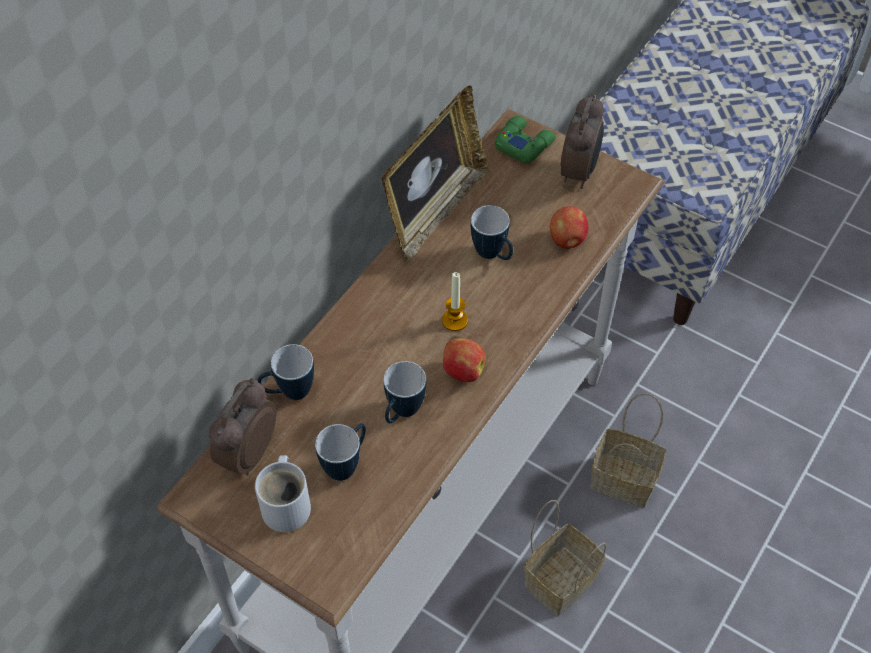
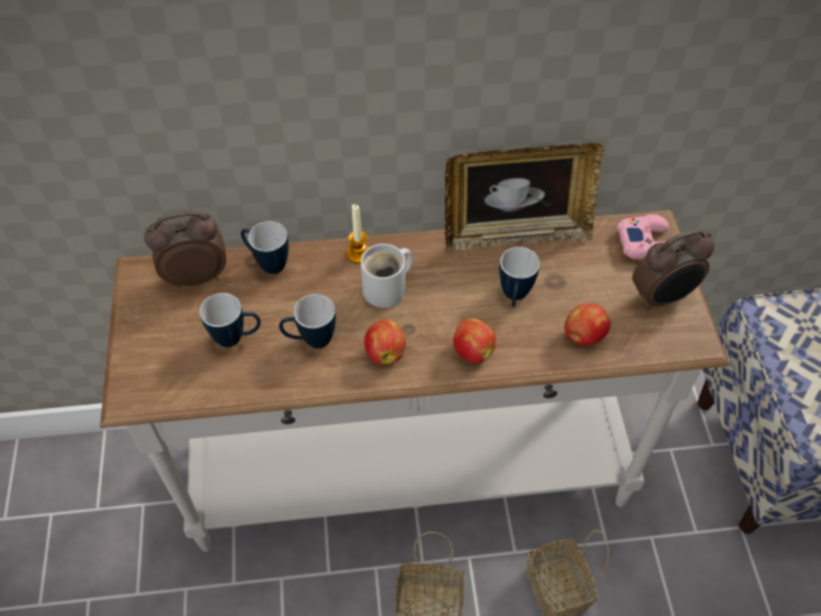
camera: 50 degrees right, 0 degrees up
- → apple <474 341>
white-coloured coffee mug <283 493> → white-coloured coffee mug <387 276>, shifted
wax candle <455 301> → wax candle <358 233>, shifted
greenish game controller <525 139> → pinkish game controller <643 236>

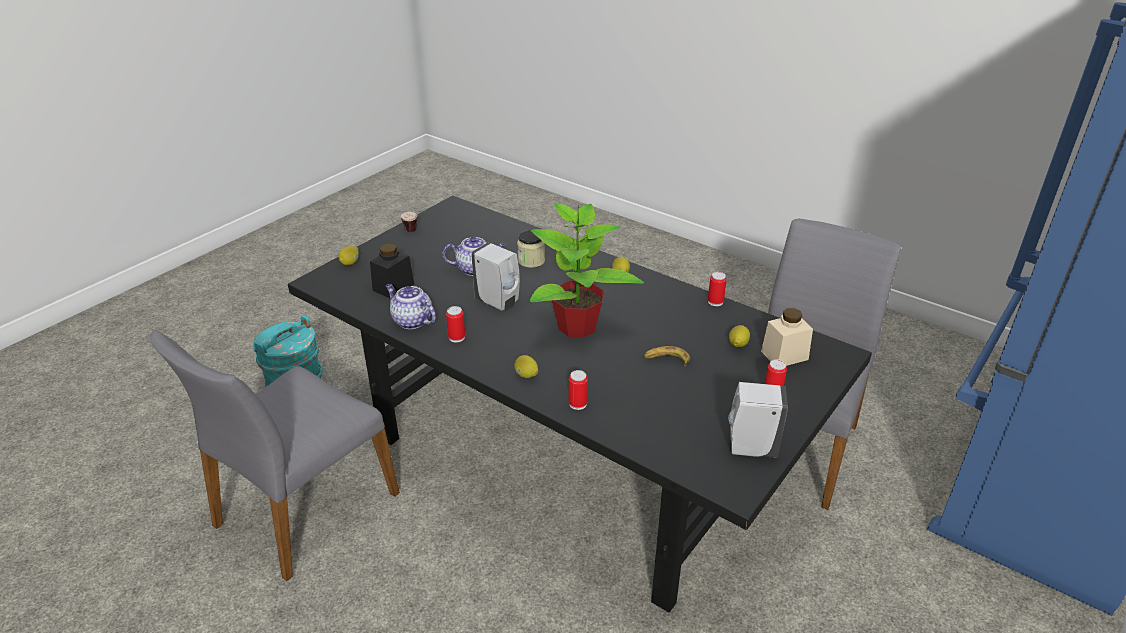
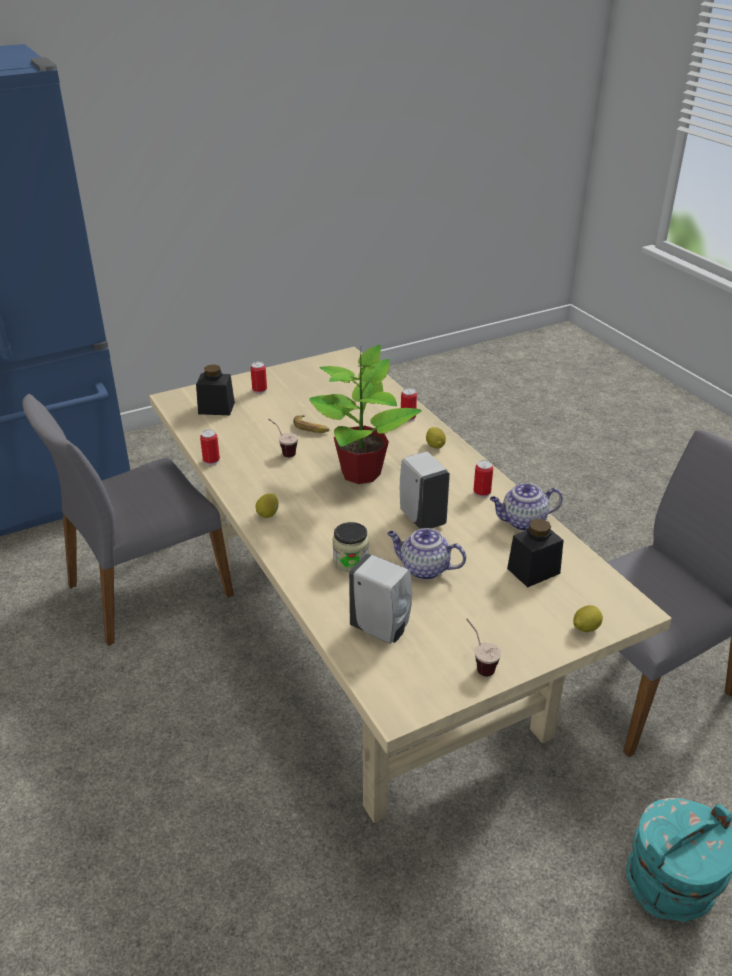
camera: 155 degrees left, 0 degrees up
whole lemon <739 336> → -
- → drinking cup <283 438>
white-coloured soap dispenser <758 420> → white-coloured soap dispenser <380 598>, shifted
blackish dinner table <580 404> → sand-coloured dinner table <410 585>
sand-coloured storage jar <787 337> → blackish storage jar <215 389>
teapot <410 306> → teapot <526 507>, 105 degrees clockwise

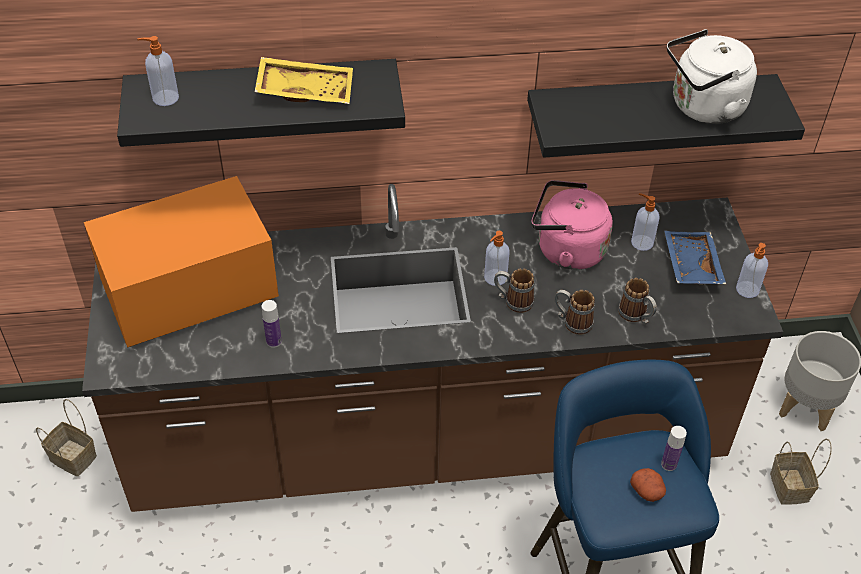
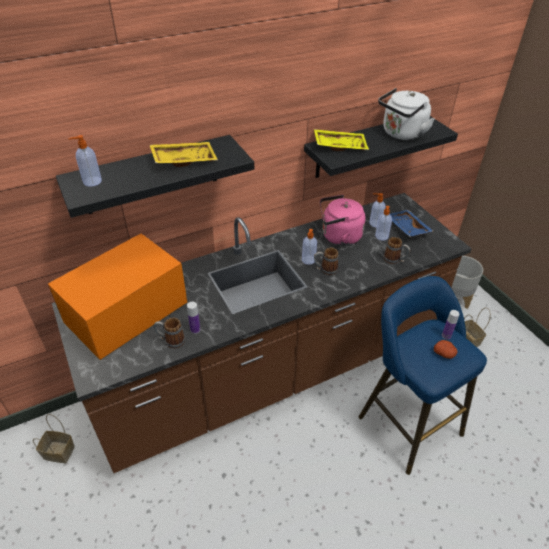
camera: 20 degrees left, 5 degrees down
- → yellow-coloured tray <341 140>
coffee mug <575 312> → coffee mug <169 333>, shifted
soap dispenser <752 270> → soap dispenser <383 223>, shifted

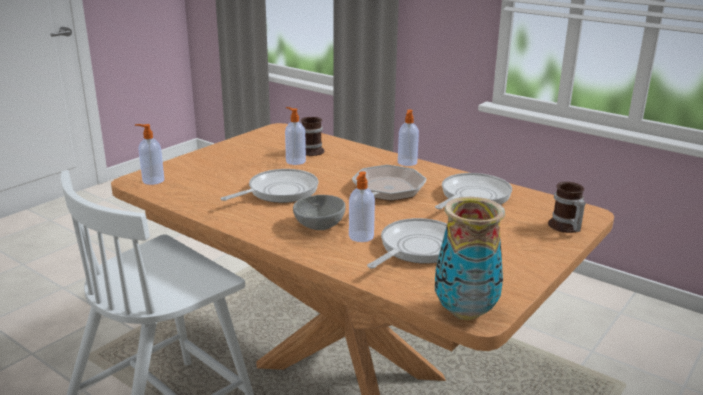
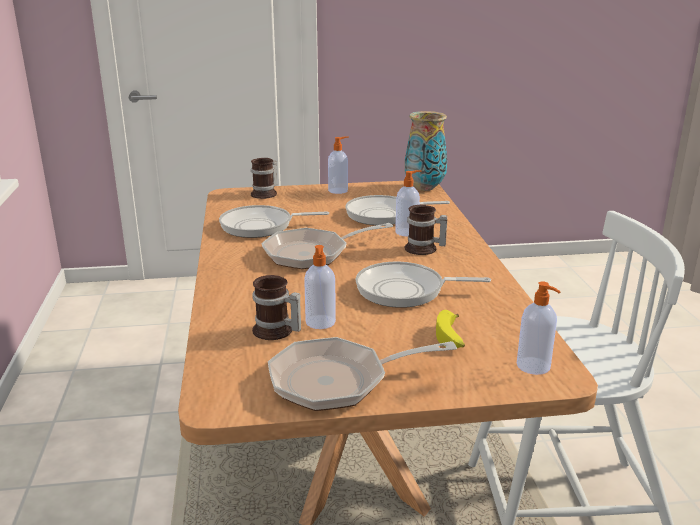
camera: 135 degrees left, 0 degrees up
- → skillet <362 374>
- → banana fruit <450 329>
soap dispenser <408 138> → soap dispenser <338 165>, shifted
grey serving bowl <319 212> → coffee mug <426 230>

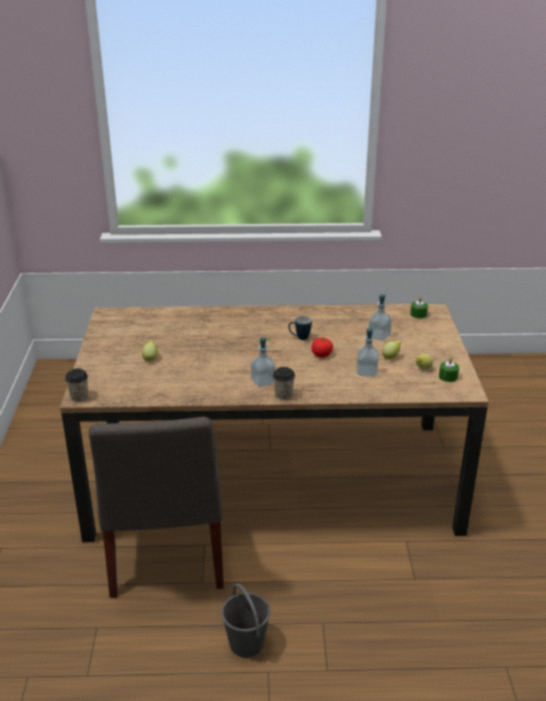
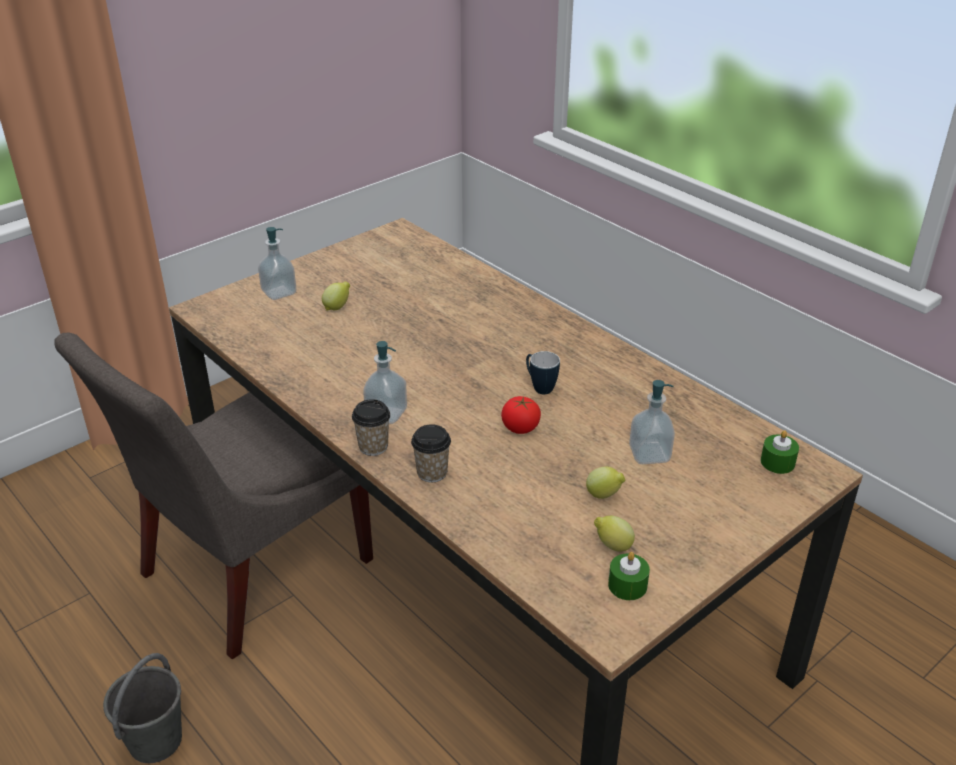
camera: 50 degrees right, 5 degrees up
drinking cup <76 385> → drinking cup <431 453>, shifted
soap dispenser <367 352> → soap dispenser <277 263>, shifted

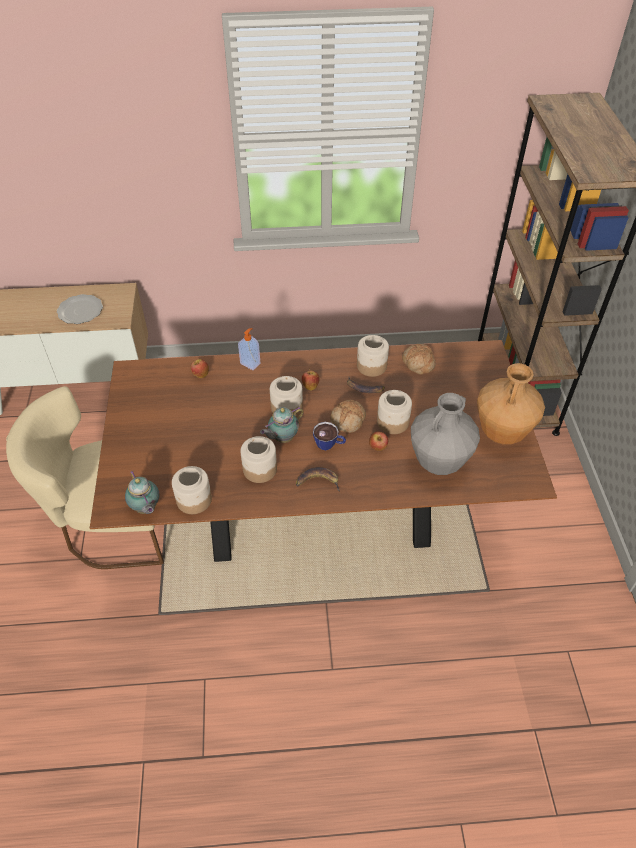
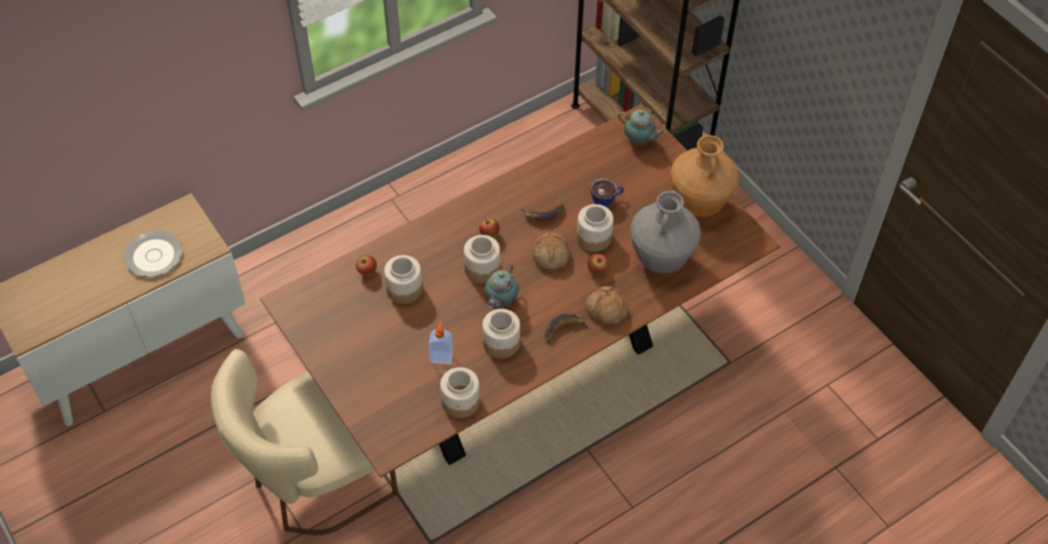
camera: 30 degrees left, 5 degrees up
teapot <142 492> → teapot <641 127>, shifted
soap dispenser <249 349> → soap dispenser <441 343>, shifted
drinking cup <329 436> → drinking cup <607 192>, shifted
storage jar <373 356> → storage jar <403 279>, shifted
baked bread <419 359> → baked bread <606 305>, shifted

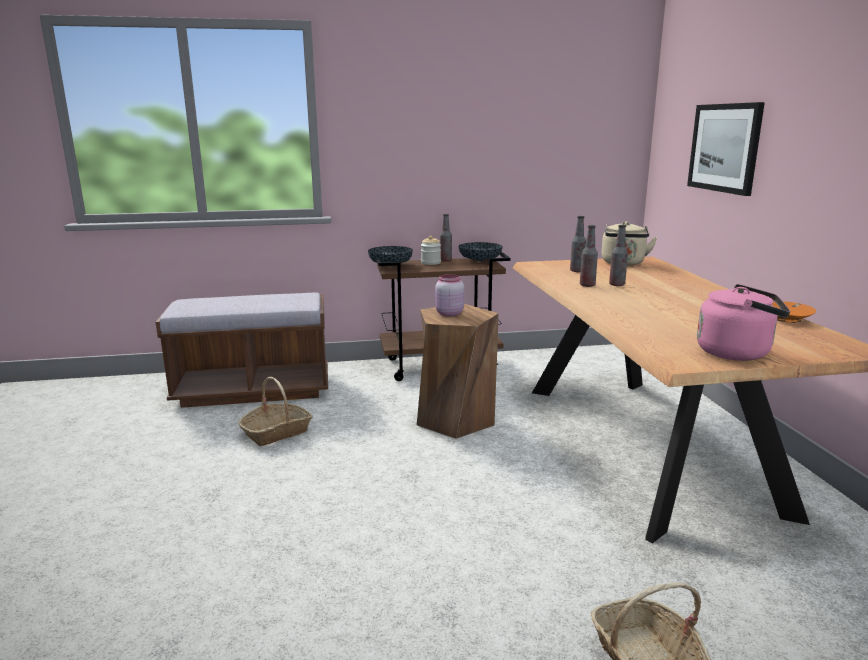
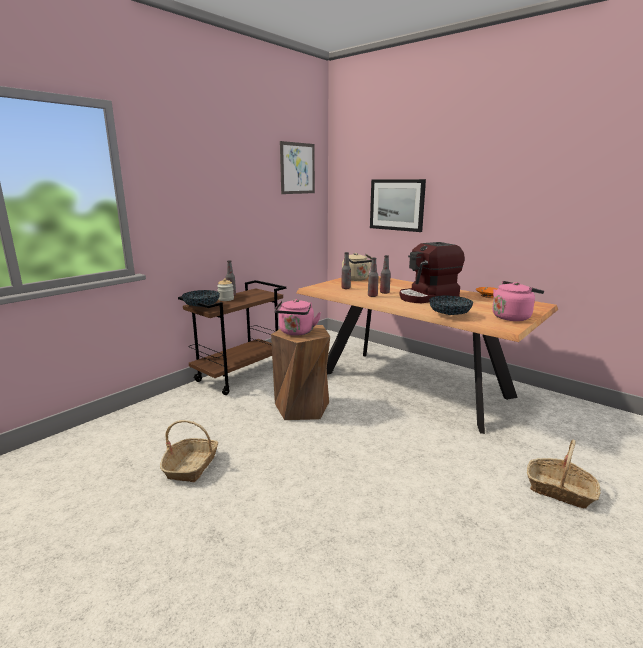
camera: 40 degrees left, 0 degrees up
brownish bench <242 350> → -
- → wall picture <297 167>
- → coffee brewer <432 272>
serving bowl <481 251> → serving bowl <451 305>, shifted
pinkish storage jar <449 295> → pinkish tea kettle <298 317>

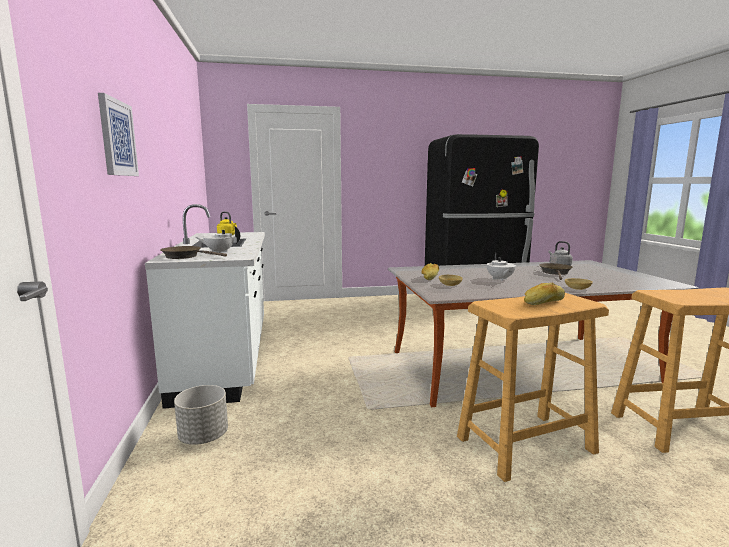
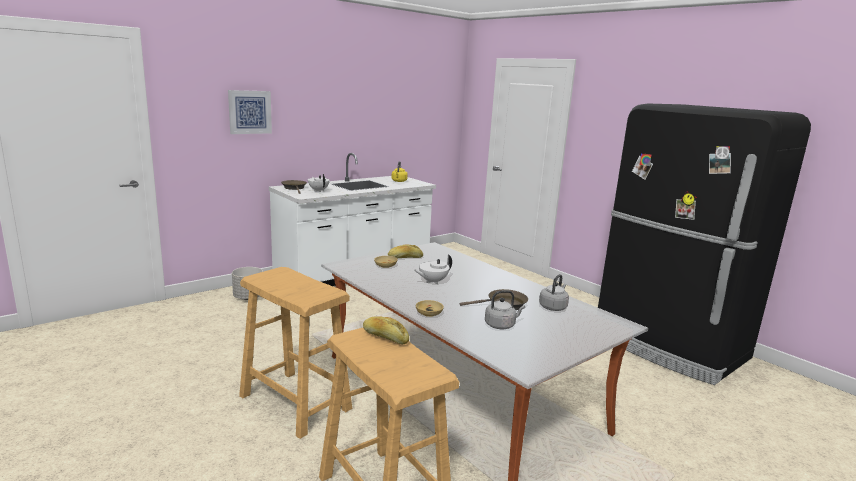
camera: 60 degrees right, 5 degrees up
- → grey tea kettle <505 309>
baked bread <544 293> → baked bread <386 330>, shifted

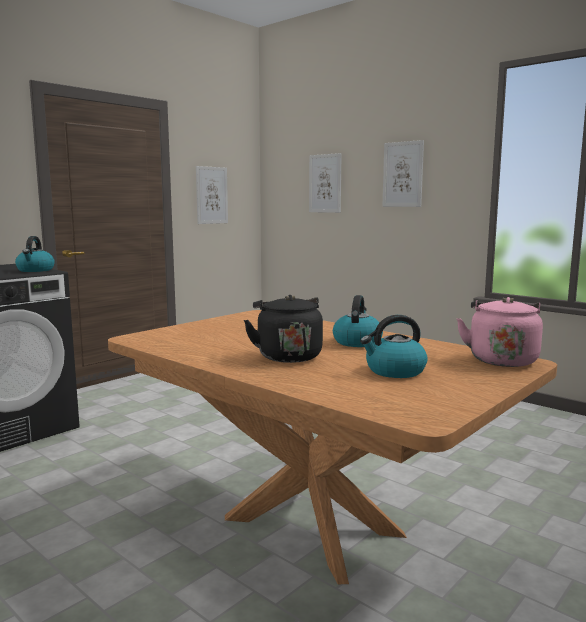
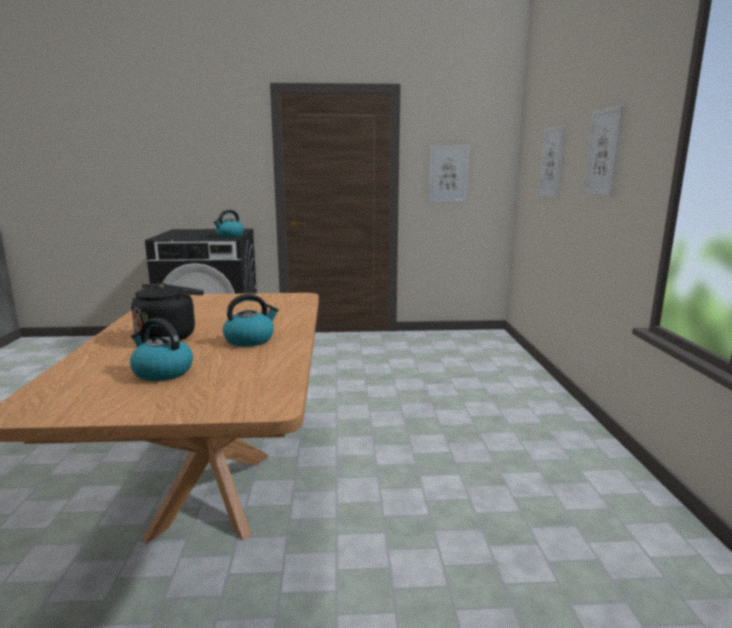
camera: 45 degrees right, 5 degrees up
pinkish tea kettle <499 332> → -

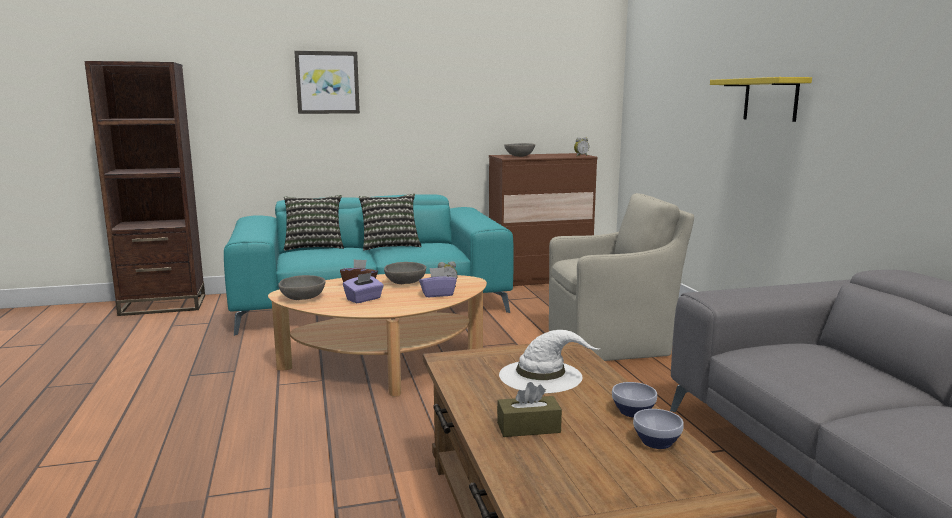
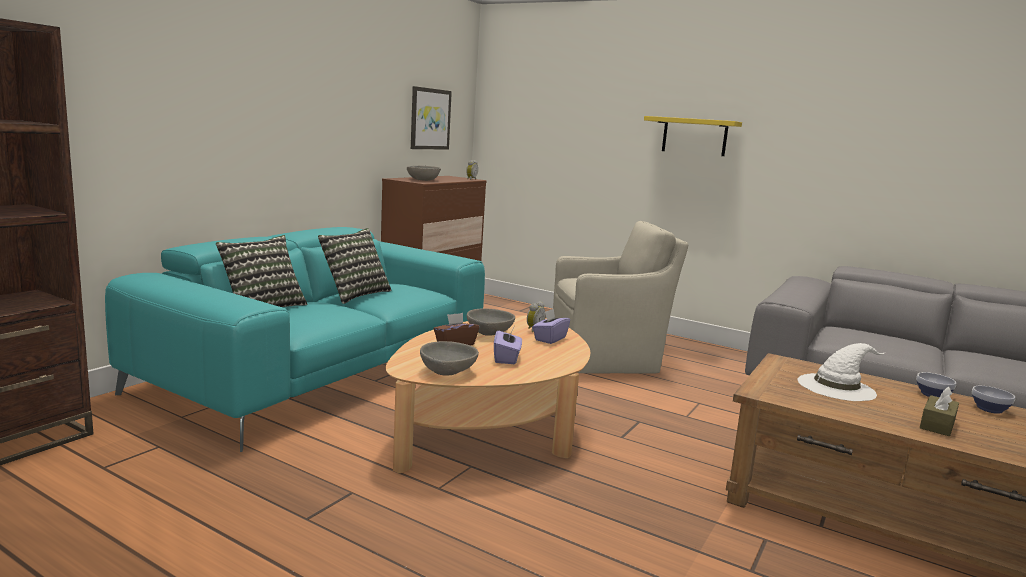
camera: 45 degrees left, 0 degrees up
wall picture <327 82> → wall picture <431 118>, shifted
sand-coloured easy chair <621 277> → sand-coloured easy chair <620 297>, 45 degrees clockwise

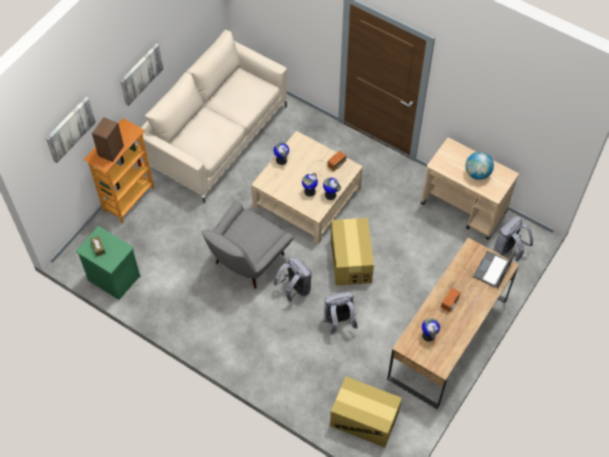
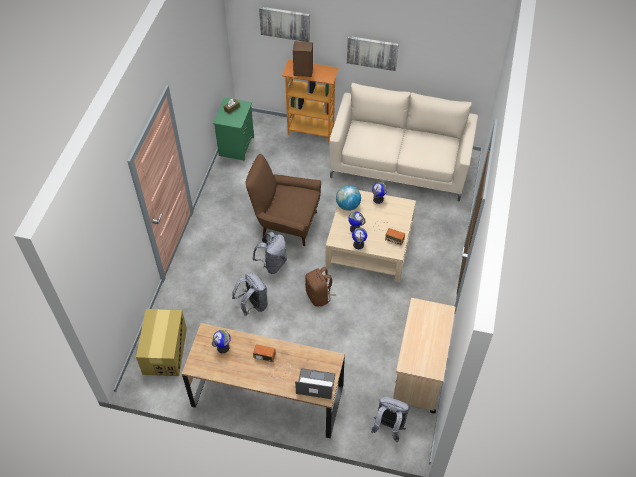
camera: 70 degrees right, 5 degrees down
desk globe <480 166> → desk globe <348 198>, shifted
carton <352 252> → brownish knapsack <320 287>
grey easy chair <248 245> → brownish easy chair <283 200>

